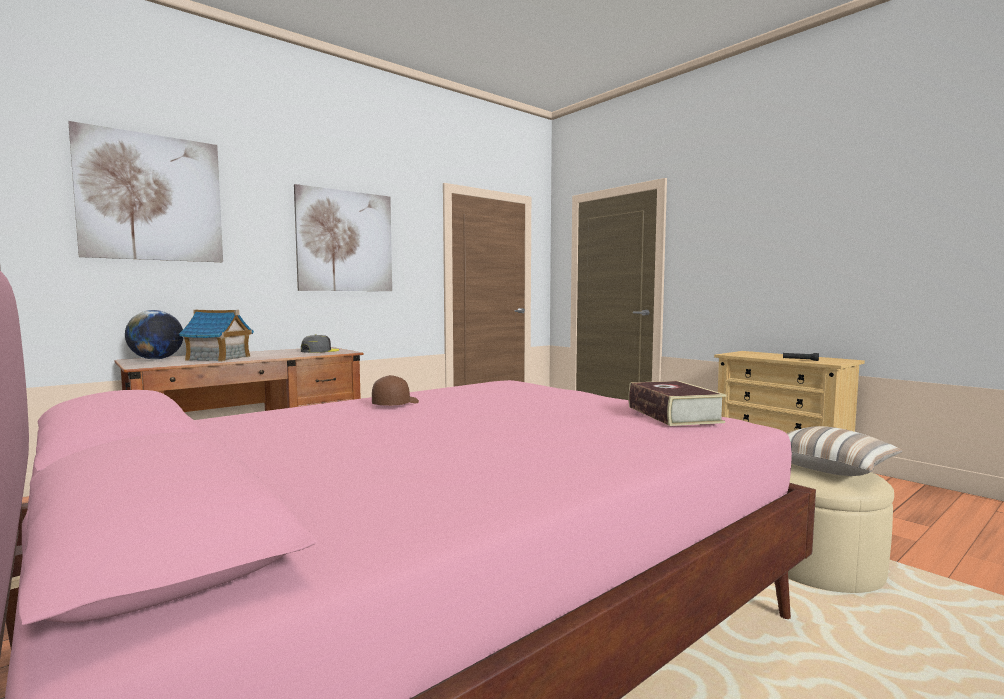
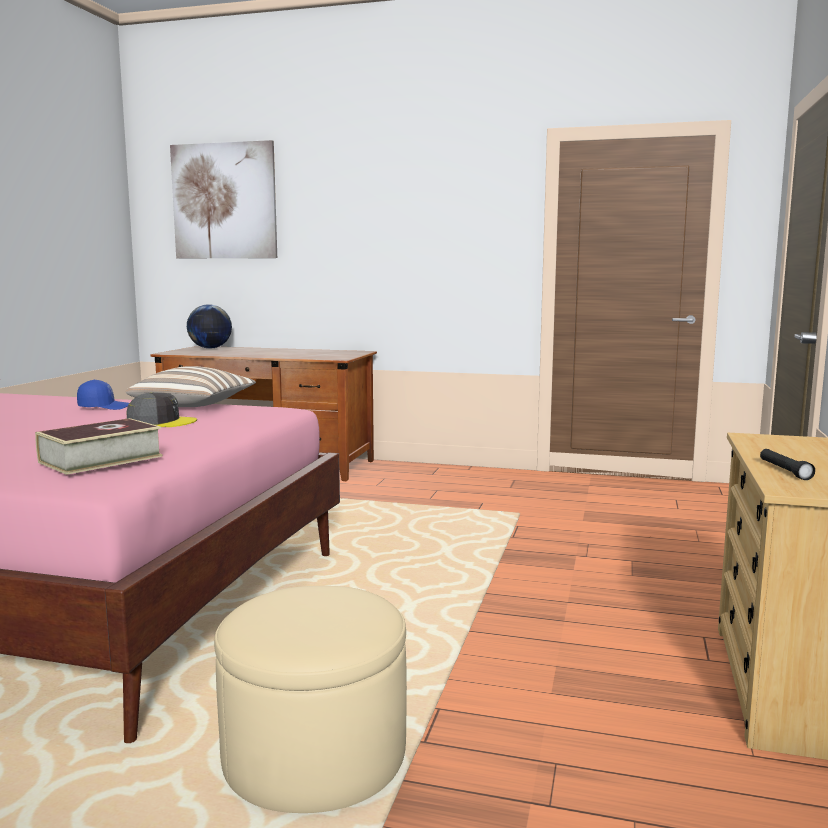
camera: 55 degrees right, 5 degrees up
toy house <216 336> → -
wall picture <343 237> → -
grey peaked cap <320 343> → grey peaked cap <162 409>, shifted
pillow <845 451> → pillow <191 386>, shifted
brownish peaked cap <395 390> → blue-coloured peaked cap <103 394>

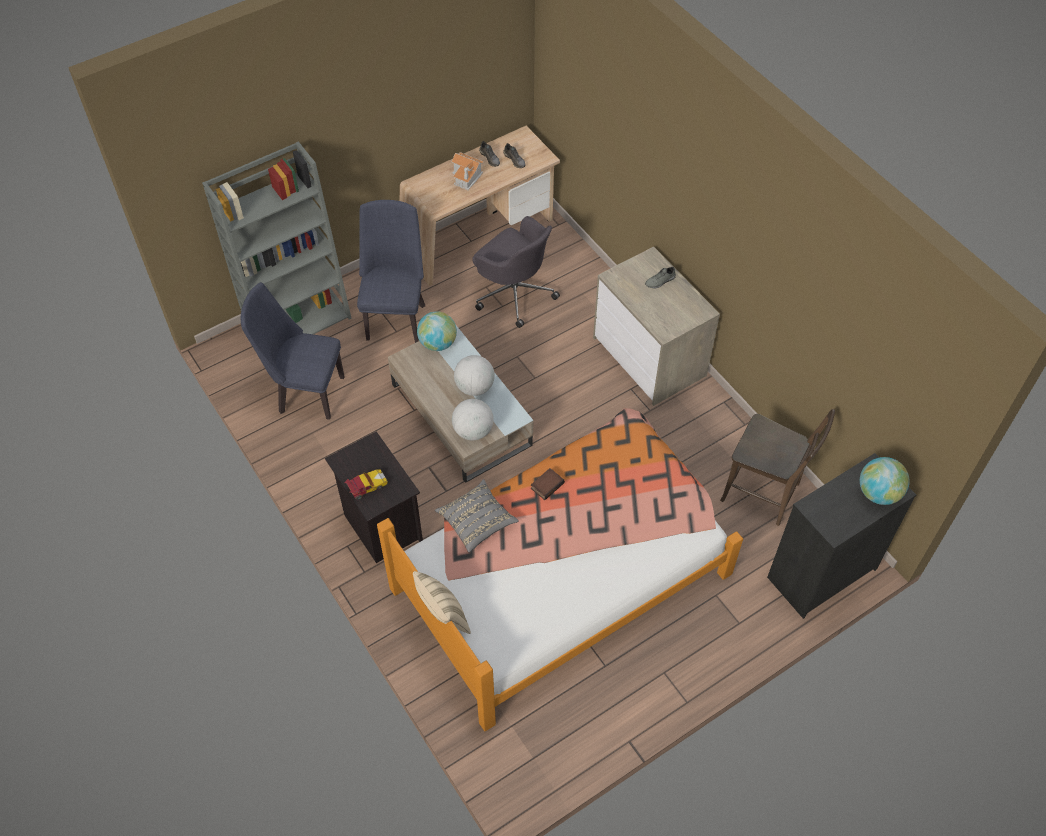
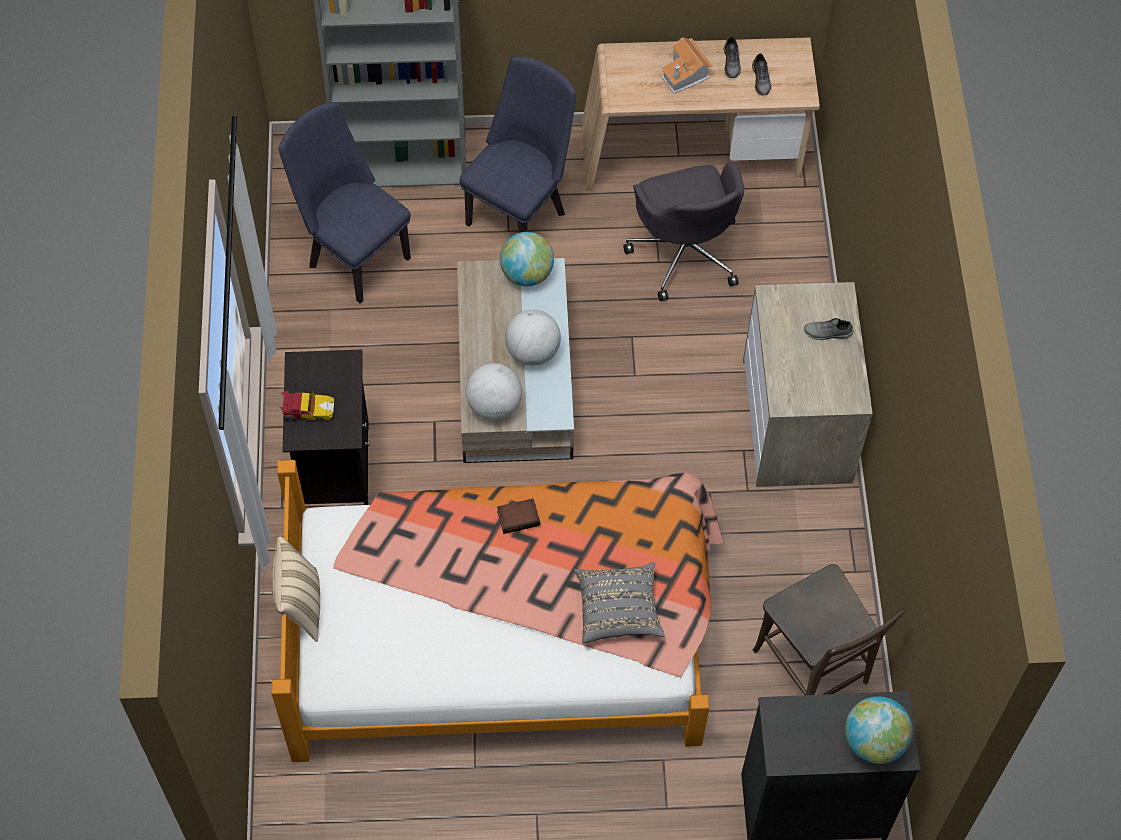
camera: 30 degrees right, 5 degrees up
grey pillow <477 516> → grey pillow <619 602>, shifted

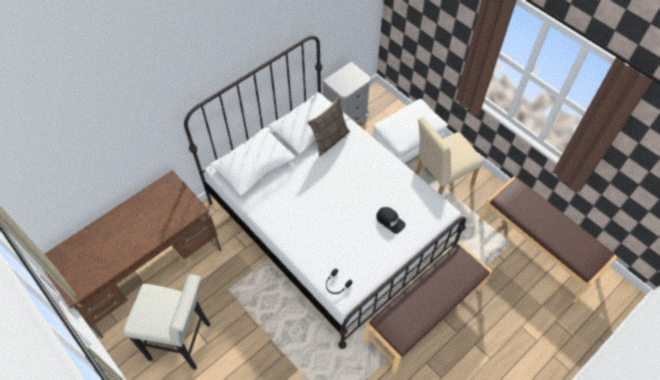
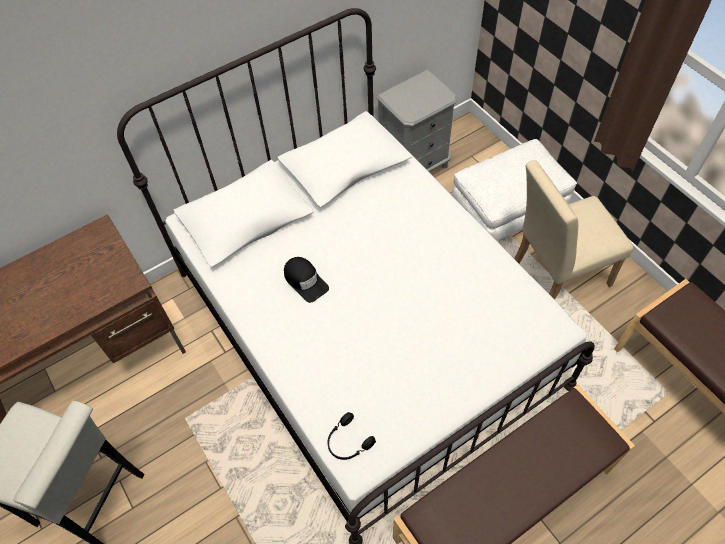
camera: 10 degrees right, 0 degrees up
pillow <328 127> → -
blackish peaked cap <391 220> → blackish peaked cap <306 280>, shifted

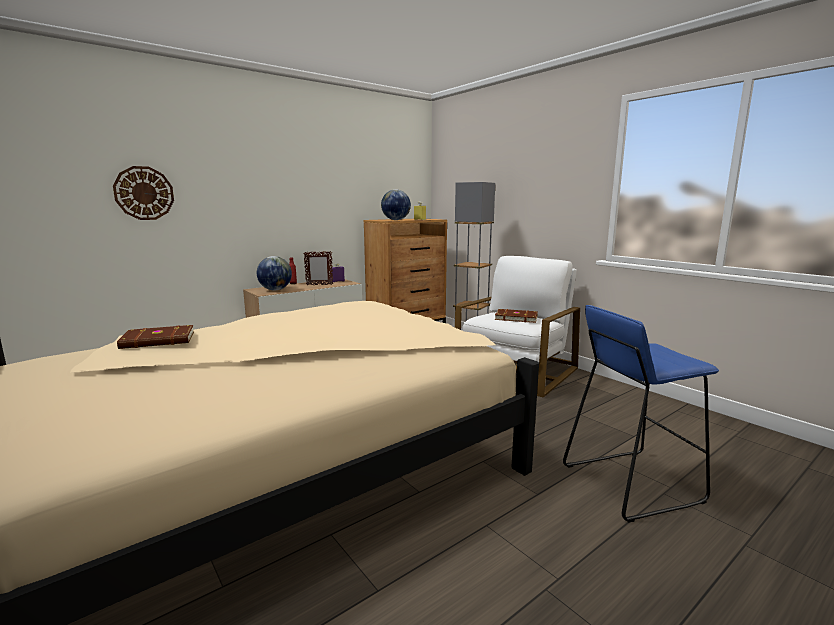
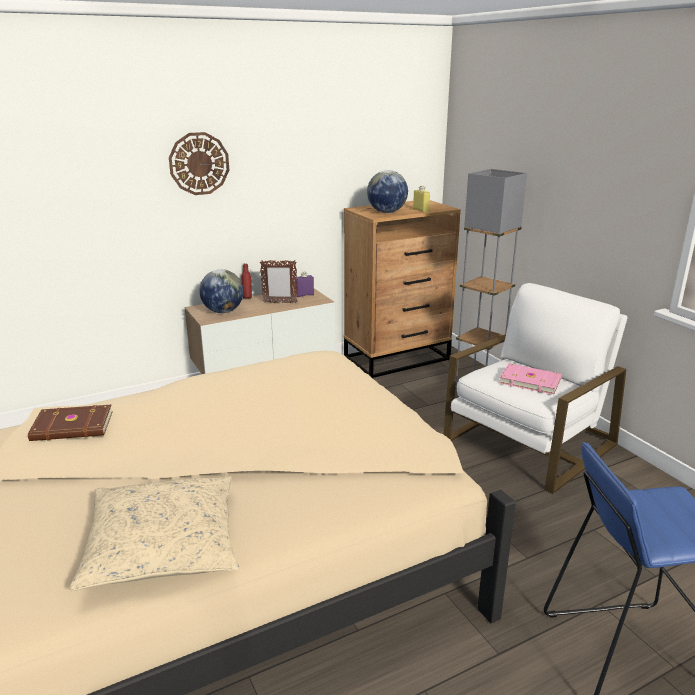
camera: 10 degrees right, 10 degrees up
- → sand-coloured pillow <154 533>
wall clock <143 193> → wall clock <199 163>, shifted
brownish volume <516 316> → pinkish volume <530 379>

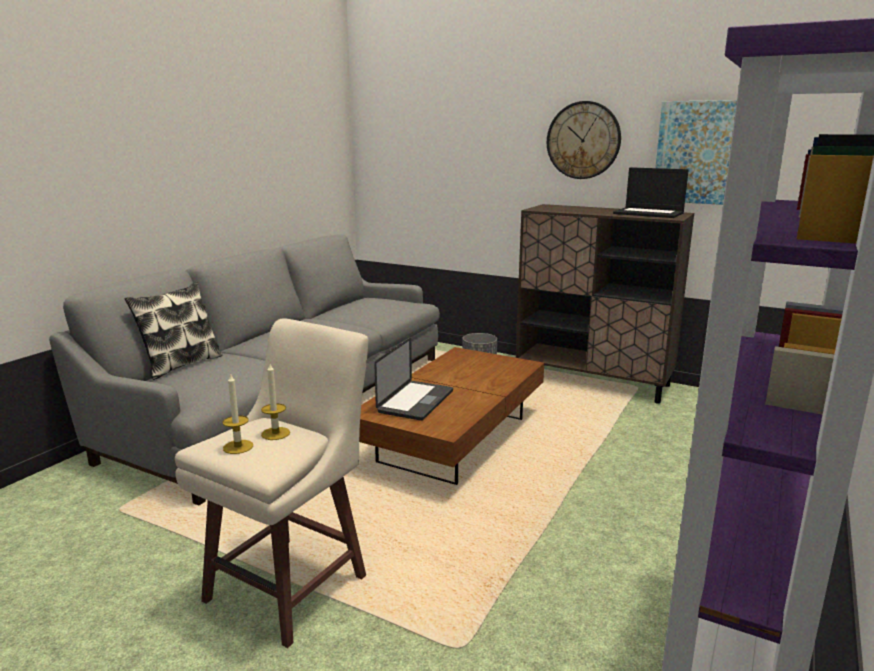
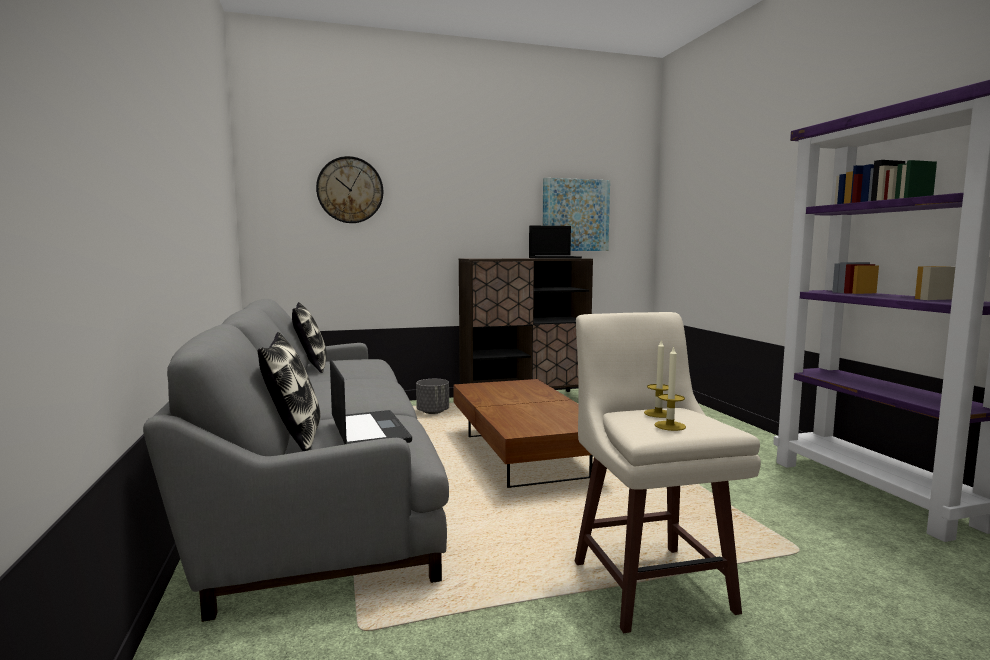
camera: 45 degrees left, 10 degrees down
- → pillow <309 337>
portable computer <413 379> → portable computer <371 402>, shifted
wall clock <584 140> → wall clock <349 189>, shifted

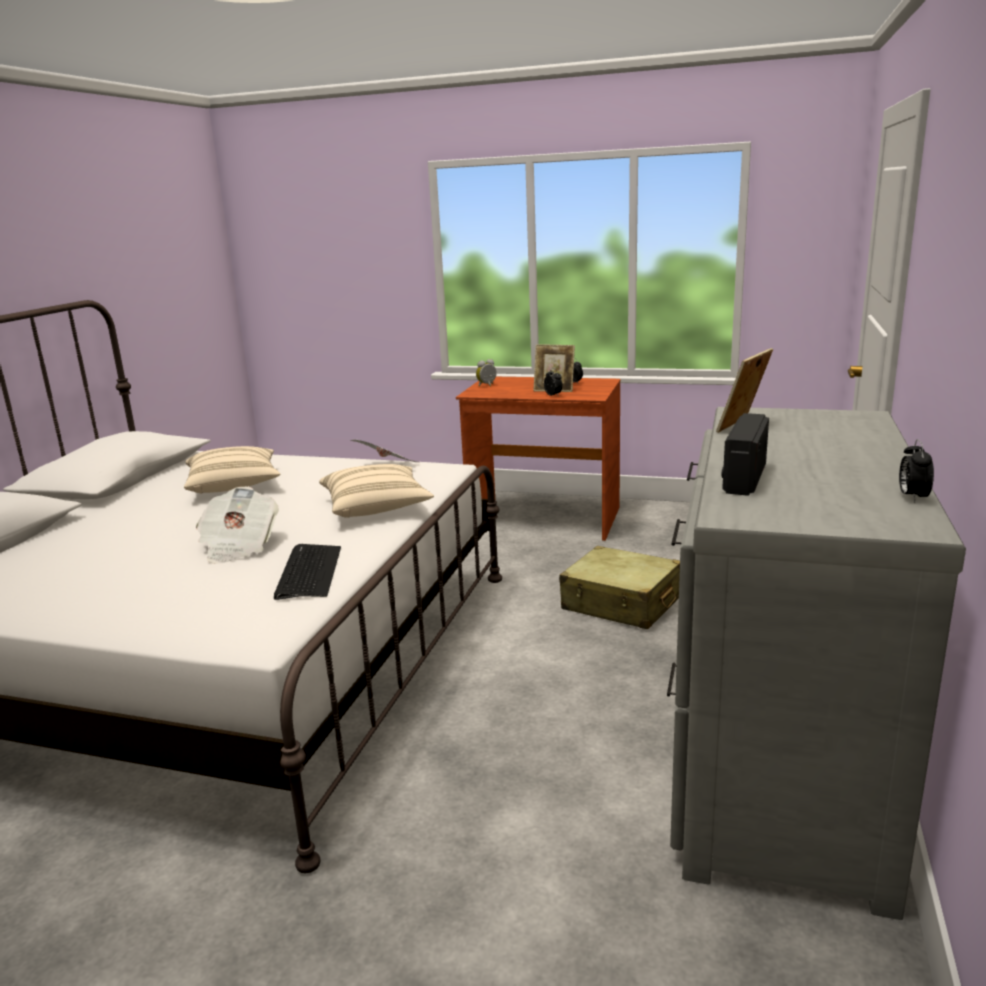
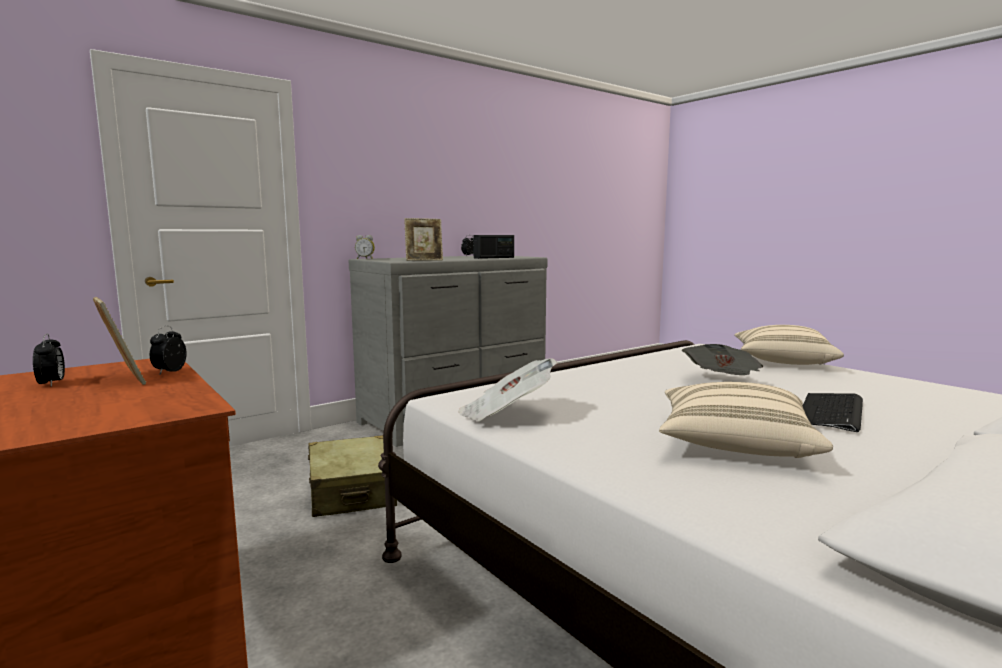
camera: 145 degrees left, 10 degrees down
PC keyboard <307 572> → PC keyboard <833 412>, shifted
sand-coloured pillow <376 491> → sand-coloured pillow <789 345>, shifted
alarm clock <486 373> → alarm clock <365 247>, shifted

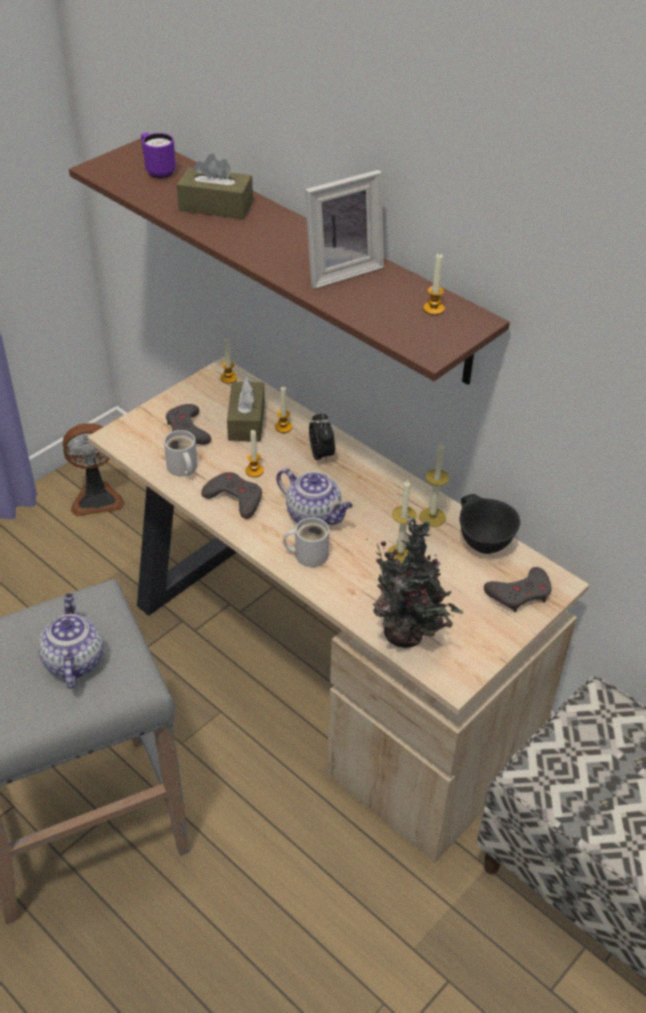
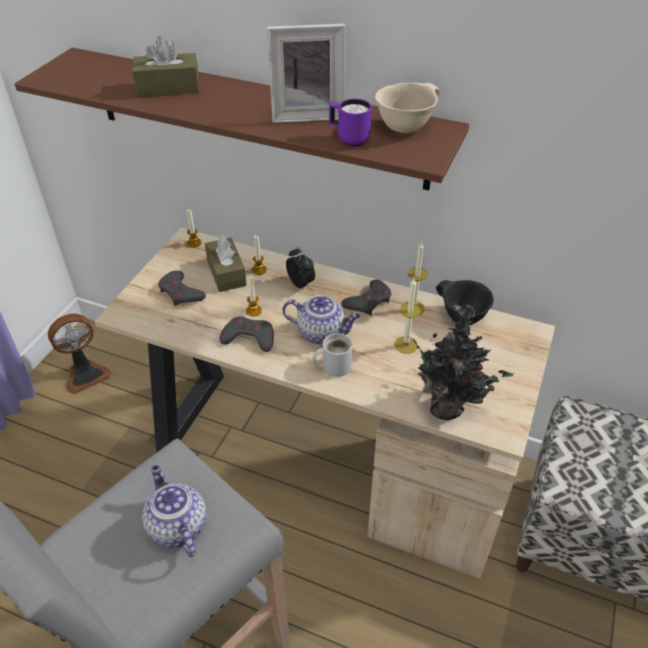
camera: 20 degrees left, 0 degrees up
white-coloured coffee mug <181 453> → -
purple-coloured coffee mug <158 155> → purple-coloured coffee mug <350 123>, shifted
grey game controller <518 589> → grey game controller <366 298>, shifted
wax candle <434 284> → sand-coloured serving bowl <407 108>
photo frame <344 229> → photo frame <306 73>, 45 degrees clockwise

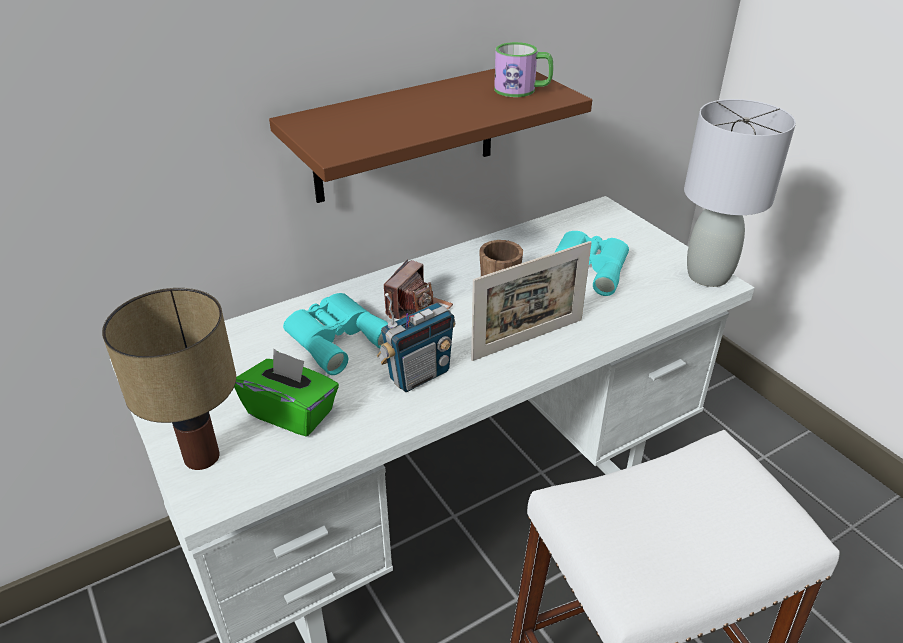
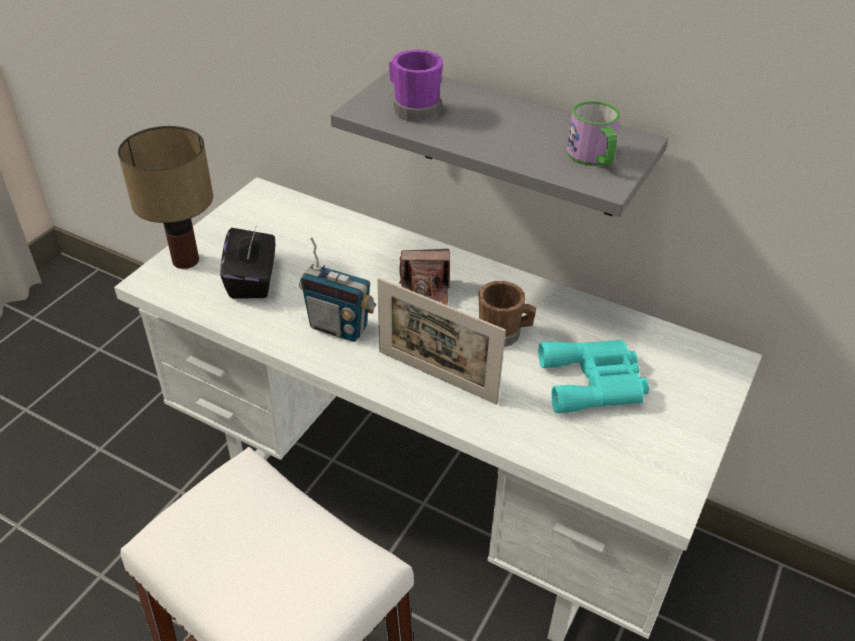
camera: 60 degrees right, 5 degrees up
turquoise binoculars <335 334> → -
grey tabletop lamp <740 193> → -
- → purple-coloured coffee mug <416 86>
greenish tissue box <286 392> → blackish tissue box <248 263>
brownish bracket shelf <430 136> → grey bracket shelf <499 143>

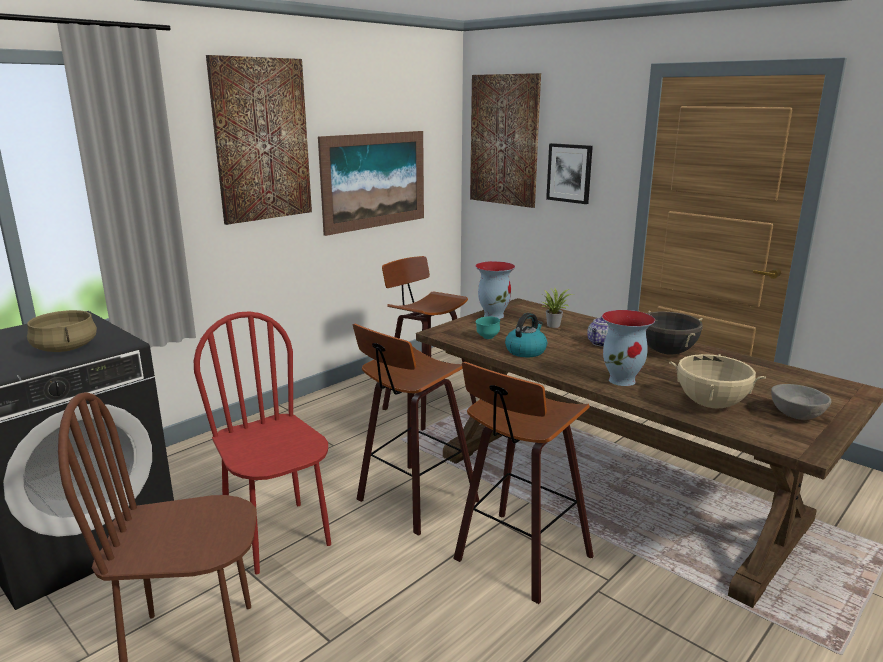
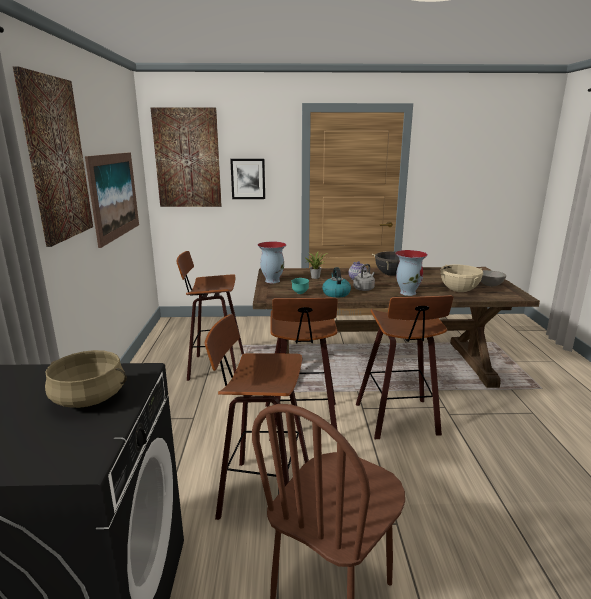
camera: 45 degrees left, 0 degrees up
- → grey tea kettle <364 277>
reddish upright chair <262 442> → stool <257 417>

